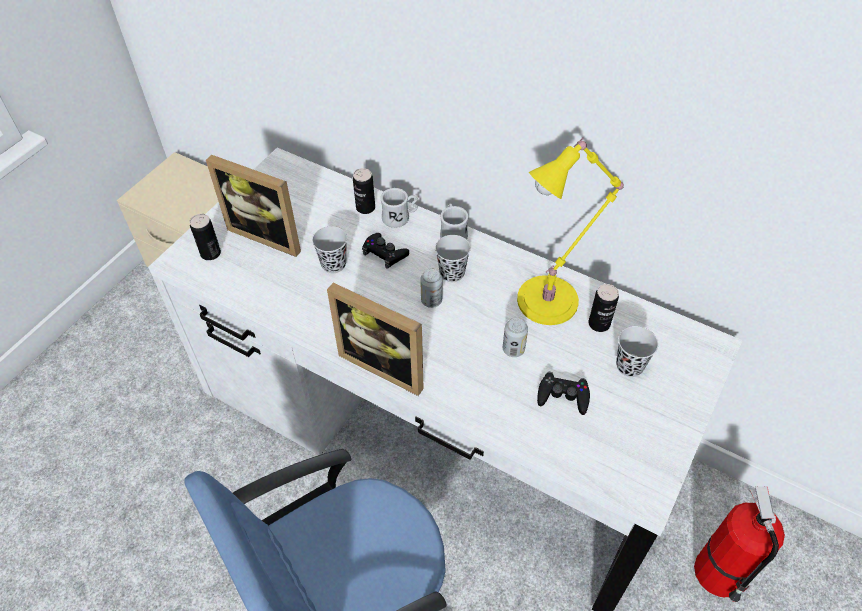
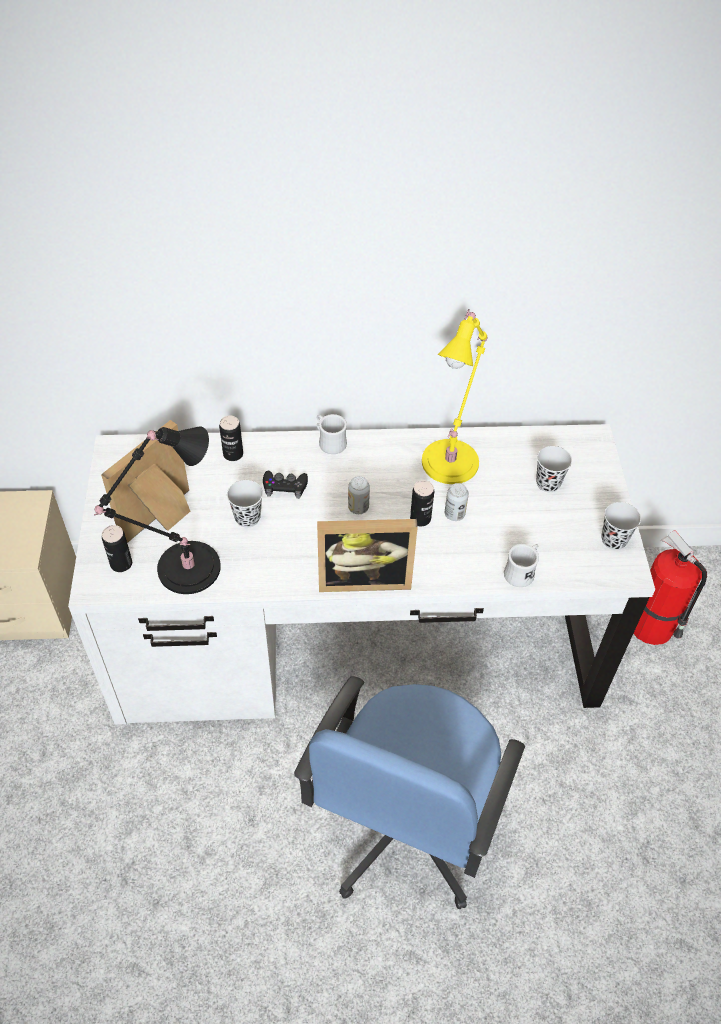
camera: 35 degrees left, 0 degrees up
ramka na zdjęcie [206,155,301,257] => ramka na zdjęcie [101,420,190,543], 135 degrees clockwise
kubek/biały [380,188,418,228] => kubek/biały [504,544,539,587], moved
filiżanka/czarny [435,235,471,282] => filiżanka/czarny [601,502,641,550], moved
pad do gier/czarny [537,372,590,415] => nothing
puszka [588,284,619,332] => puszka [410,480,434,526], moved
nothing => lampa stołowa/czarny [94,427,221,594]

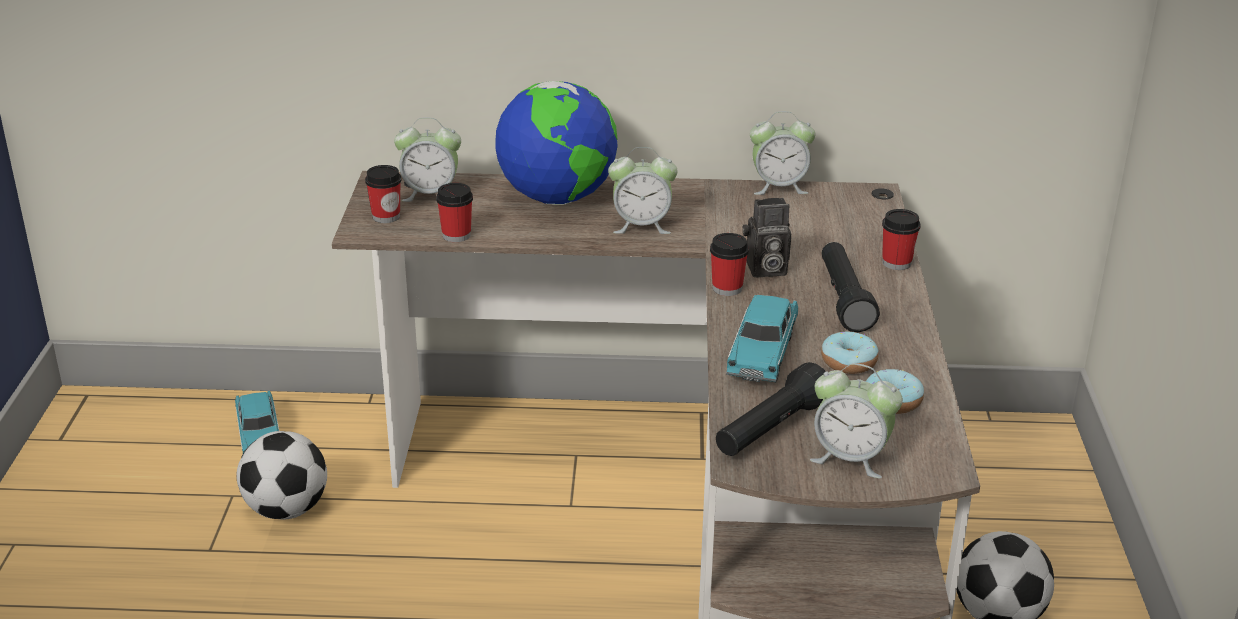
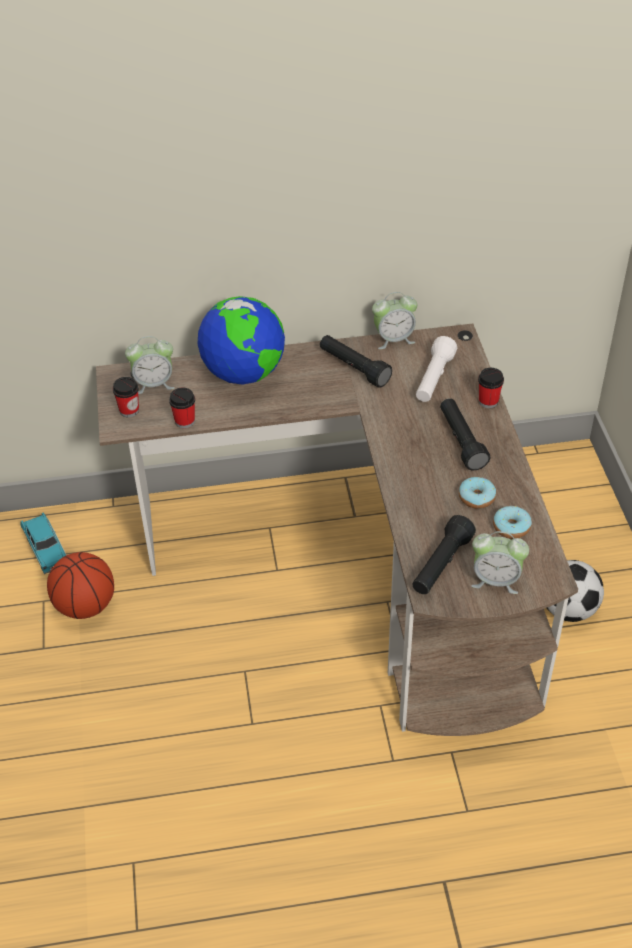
camera: 10 degrees left, 15 degrees up
piłka futbolowa [236,431,327,520] => piłka do koszykówki [47,552,114,619]
budzik [608,147,678,234] => nothing
filiżanka [710,233,749,296] => nothing
samochodzik/turkusowy [726,295,798,382] => nothing
aparat fotograficzny [743,198,791,277] => nothing
nothing => latarka/czarny [320,335,392,388]
nothing => latarka/biały [416,336,457,402]

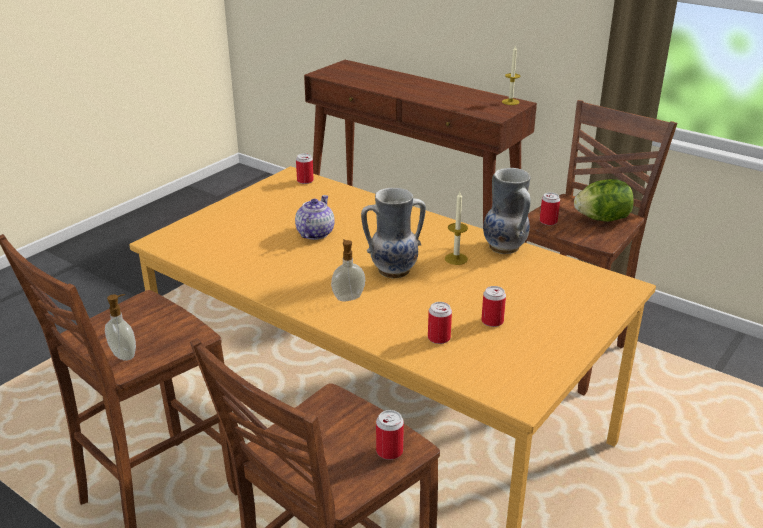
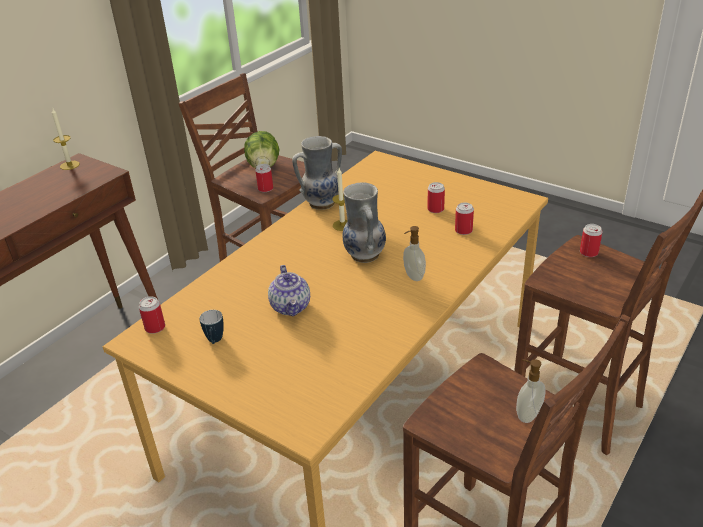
camera: 90 degrees left, 5 degrees up
imbryk [295,195,335,240] => imbryk [268,265,310,316], 120 degrees counterclockwise
nothing => kubek [199,310,224,344]

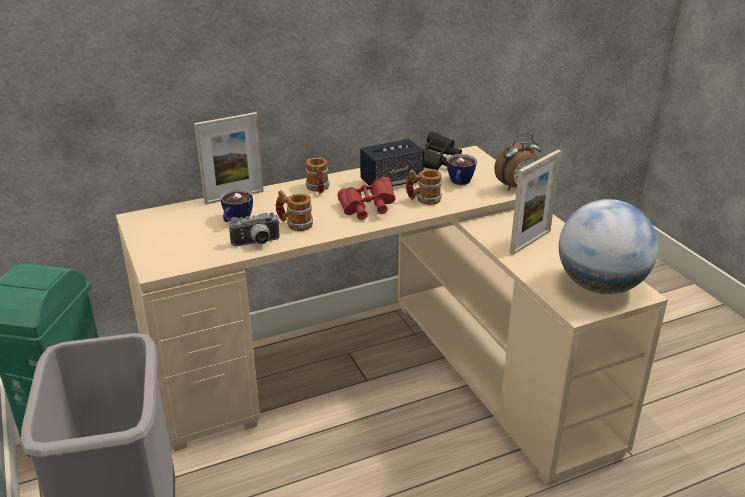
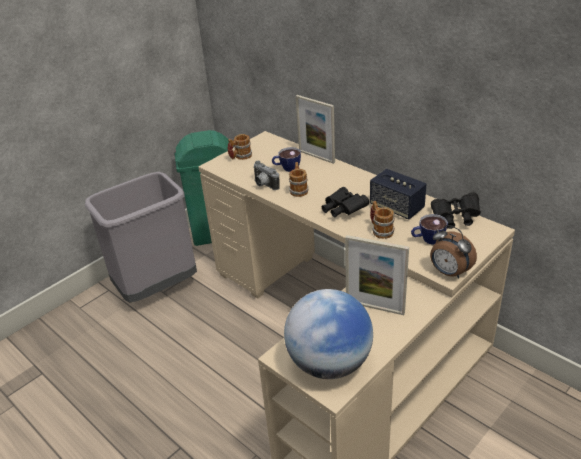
camera: 70 degrees right, 5 degrees up
kubek [306,157,330,194] => kubek [227,134,252,160], moved
lornetka/czerwony [337,177,395,220] => lornetka/czarny [322,187,369,218]

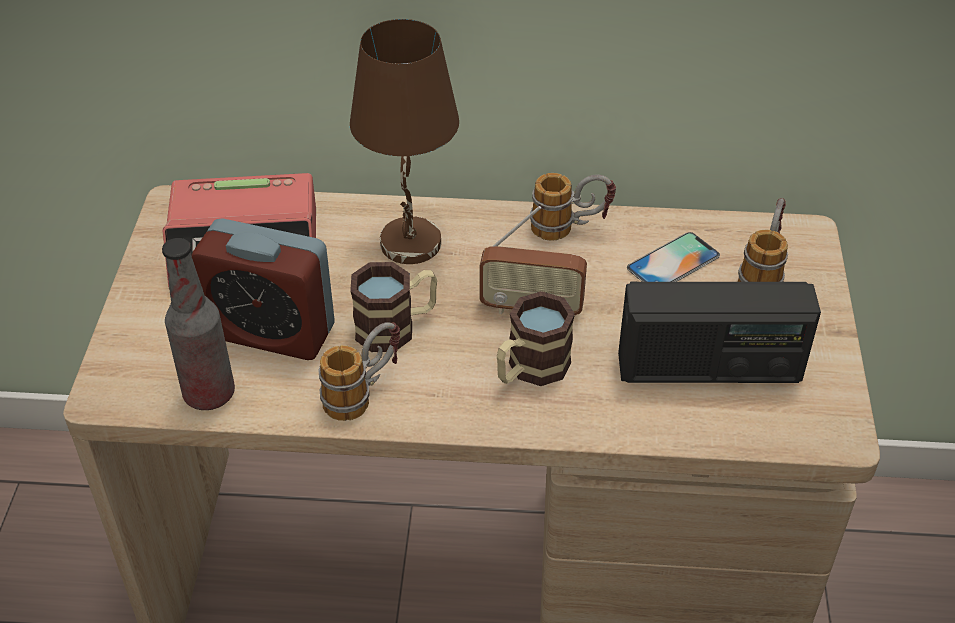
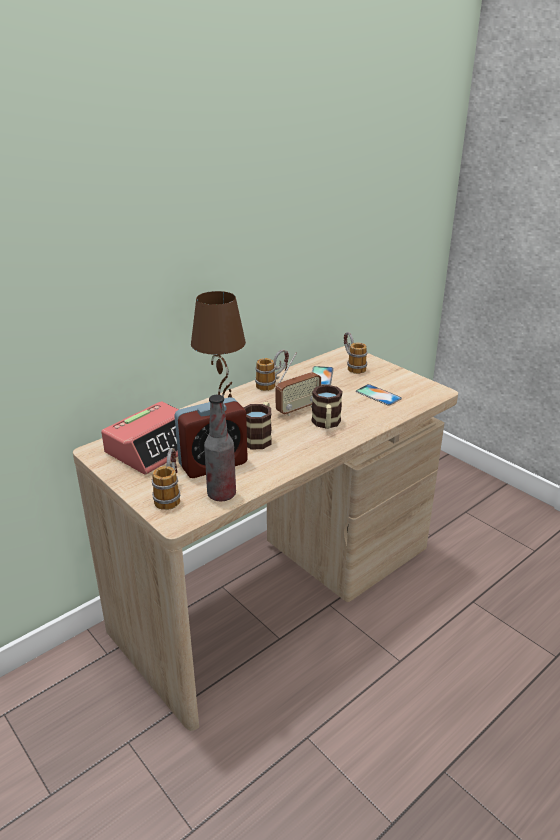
camera: 45 degrees left, 15 degrees down
kubek [318,322,400,421] => kubek [152,448,180,510], moved
radio [618,282,821,383] => telefon [356,384,402,406]

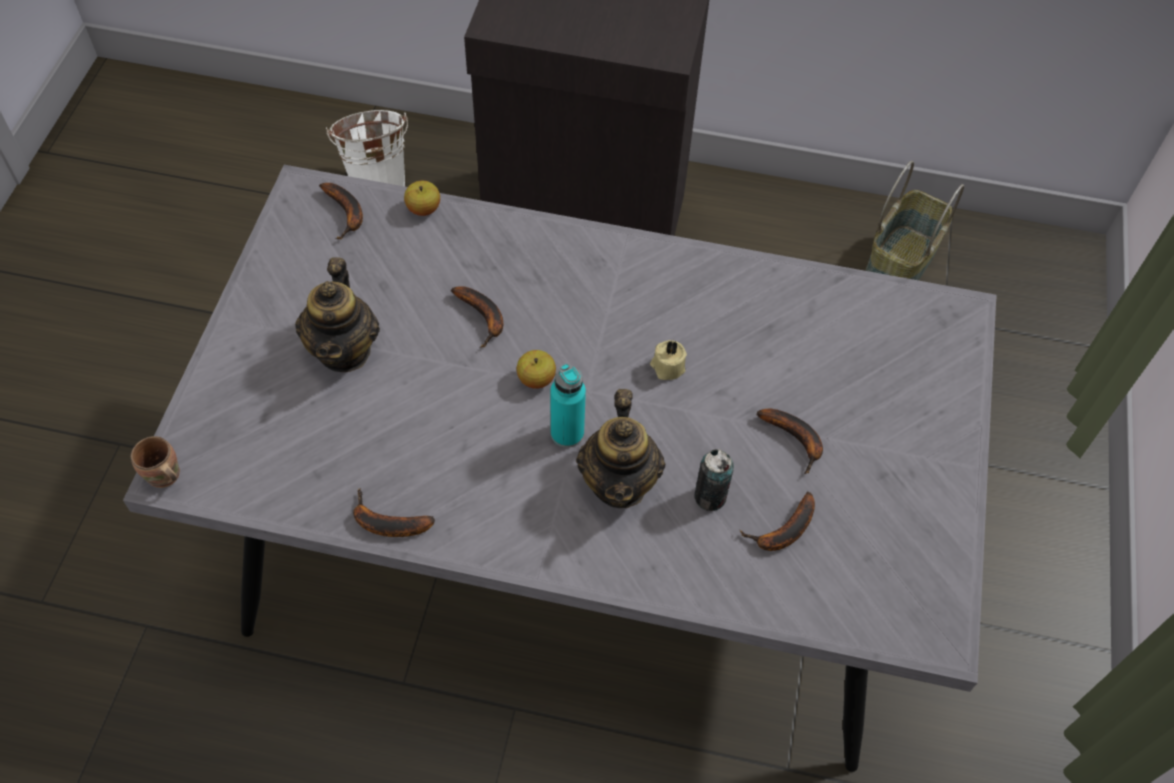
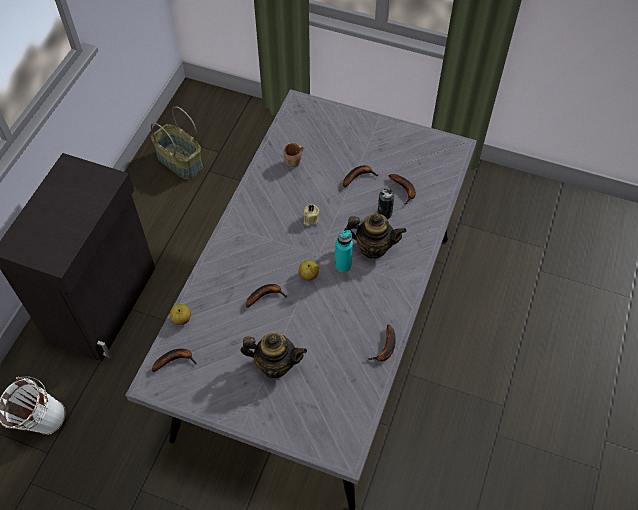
camera: 80 degrees left, 0 degrees up
kubek/brązowy [131,436,180,488] => kubek/brązowy [283,143,303,168], moved

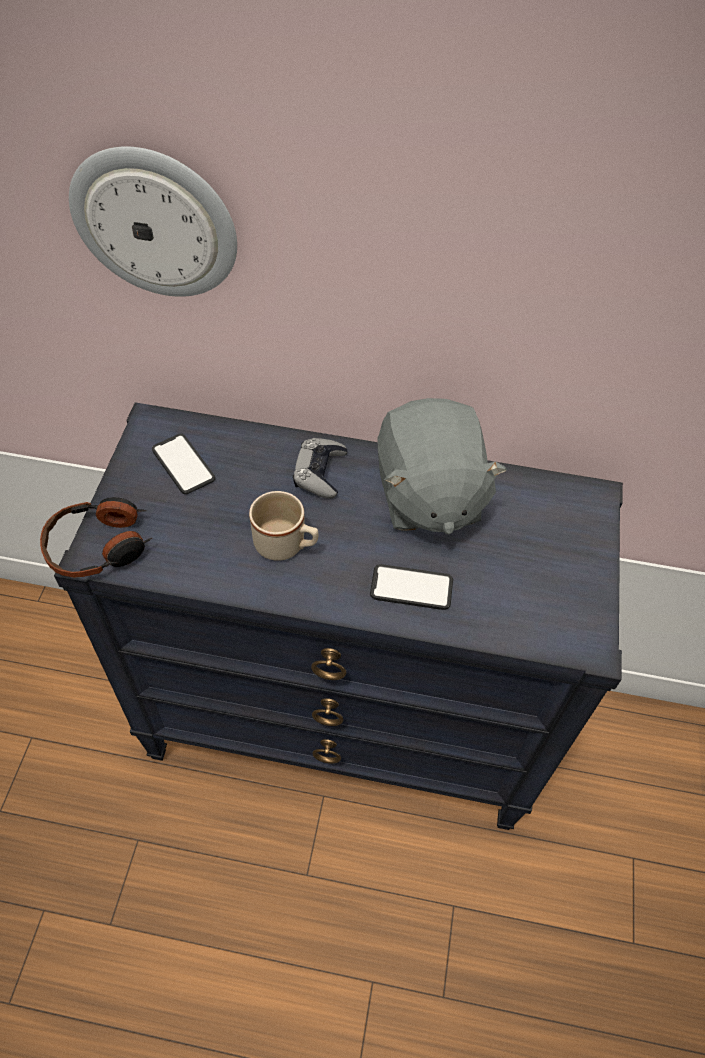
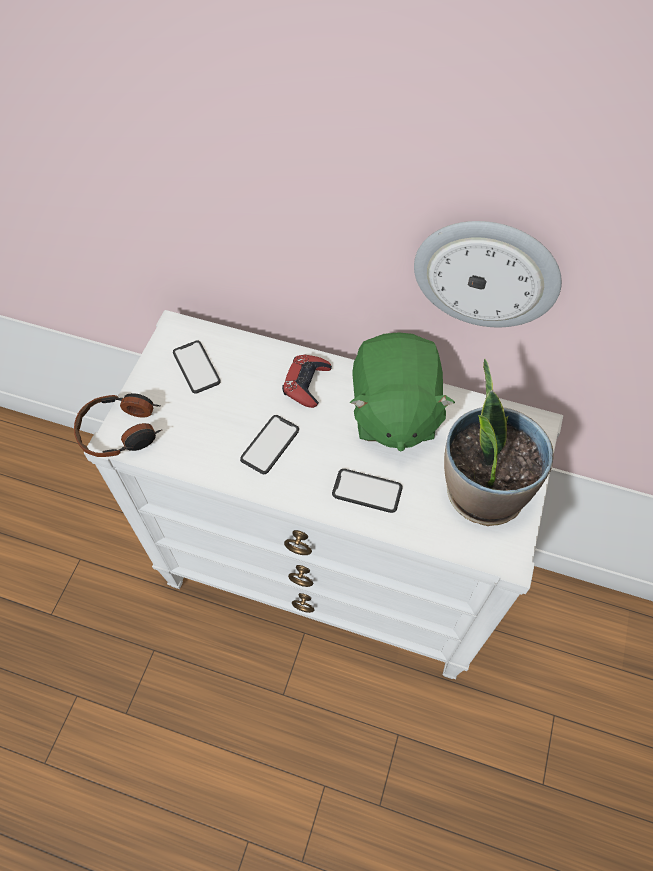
camera: 10 degrees right, 5 degrees up
komoda/czarny [54,402,623,830] => komoda/biały [84,310,563,679]
zegar ścienny [69,146,237,297] => zegar ścienny [414,221,562,327], moved
kubek/beżowy [249,491,318,561] => telefon [240,415,299,474]
pad do gier/szary [293,438,347,499] => pad do gier/czerwony [282,354,332,408]
pluszak/szary [378,398,507,535] => pluszak/zielony [350,332,455,452]
nothing => roślina doniczkowa [444,359,554,526]

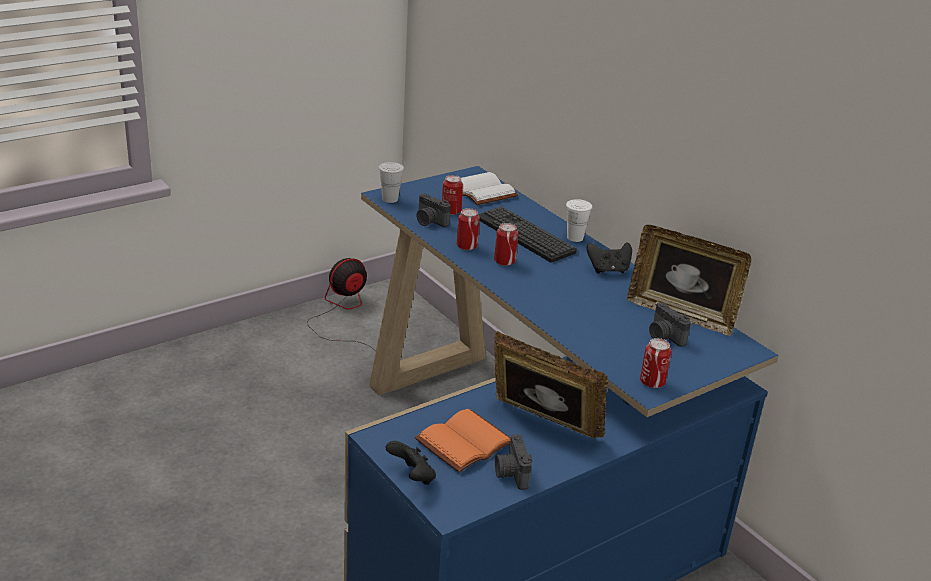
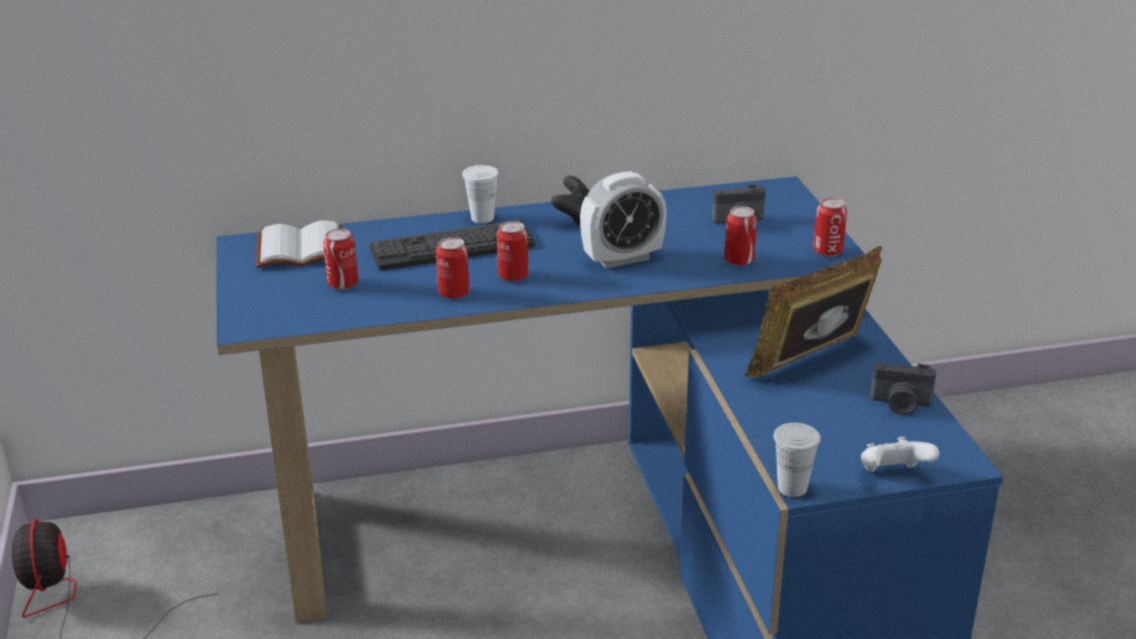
camera: 65 degrees left, 0 degrees up
filiżanka/biały [379,162,404,203] => filiżanka/biały [774,423,821,497], moved
pad do gier/czarny [385,441,436,485] => pad do gier/biały [861,437,939,472]
książka/pomarańczowy [415,409,511,473] => nothing
aparat fotograficzny [416,193,451,227] => nothing
ramka na zdjęcie [627,225,751,336] => nothing
nothing => budzik [580,171,667,269]
nothing => puszka [724,206,757,266]

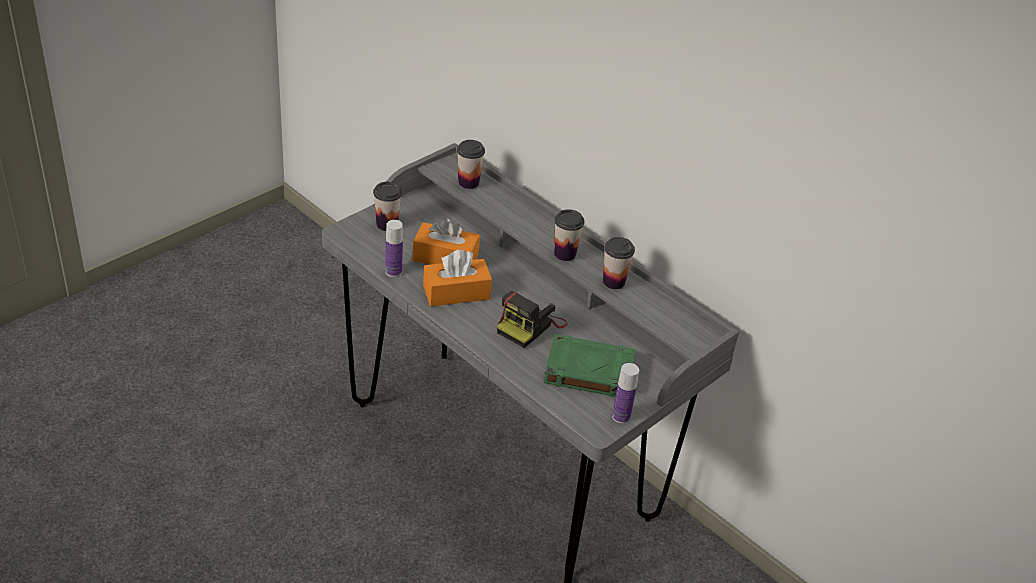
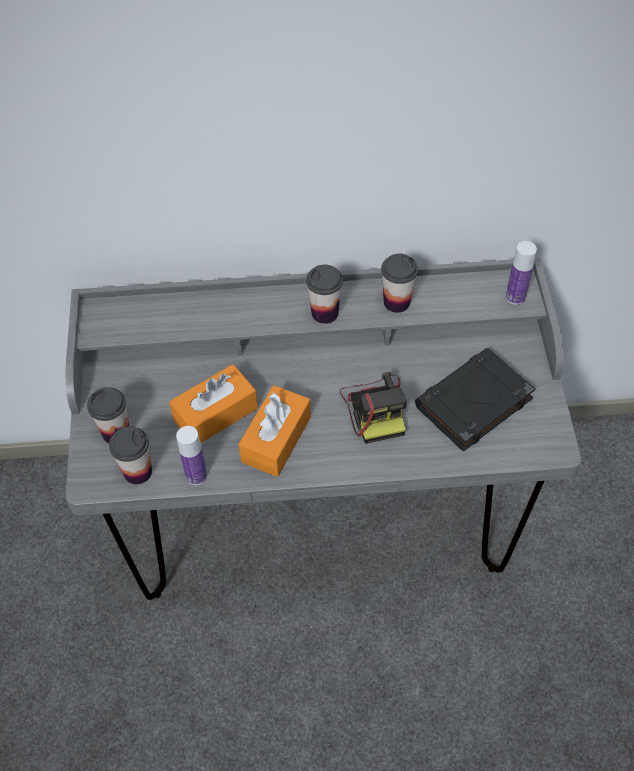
camera: 45 degrees left, 15 degrees up
filiżanka [457,140,485,189] => filiżanka [109,427,152,485], moved
książka/zielony [544,334,636,397] => książka/czarny [415,348,535,452]
butelka [612,363,639,424] => butelka [506,241,537,305], moved

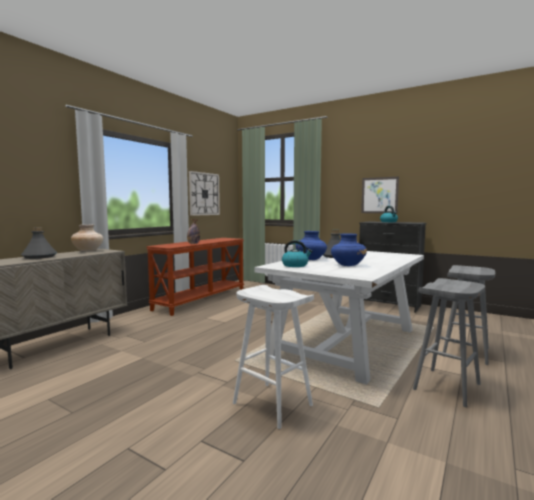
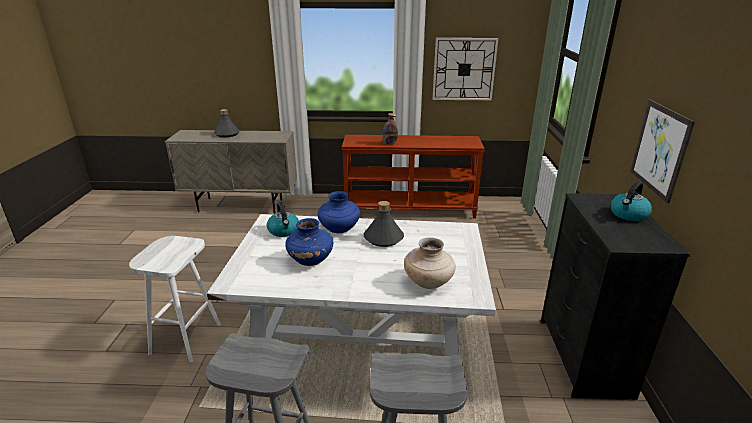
camera: 60 degrees right, 20 degrees up
wazon/beżowy [71,225,103,251] => wazon/beżowy [404,237,456,289], moved

